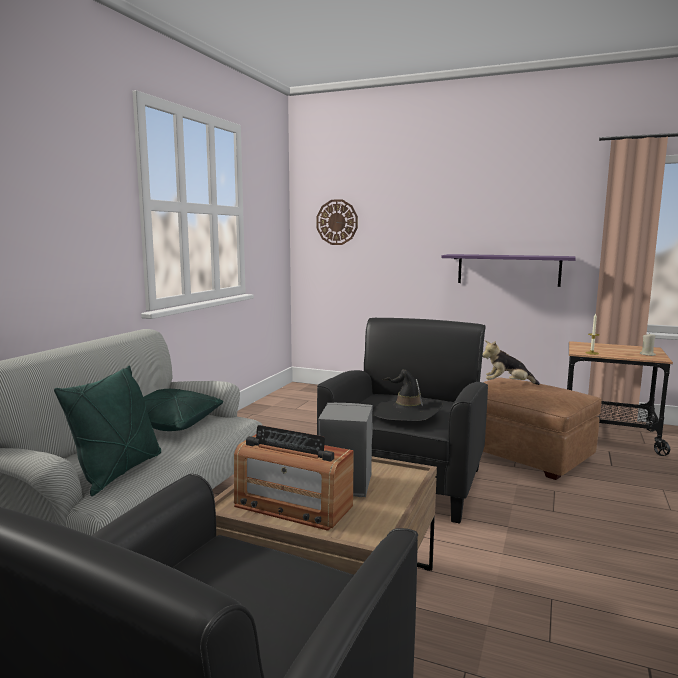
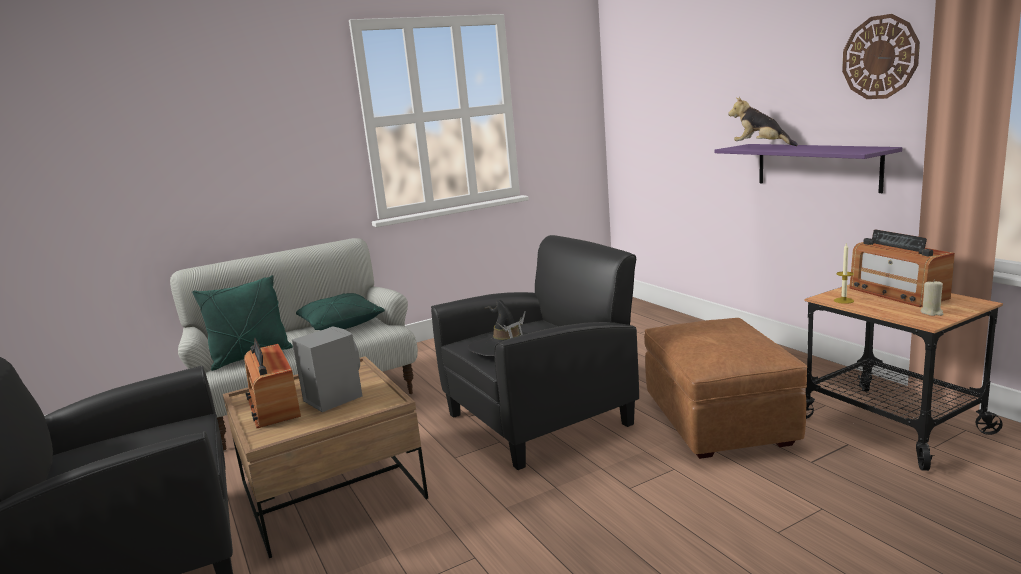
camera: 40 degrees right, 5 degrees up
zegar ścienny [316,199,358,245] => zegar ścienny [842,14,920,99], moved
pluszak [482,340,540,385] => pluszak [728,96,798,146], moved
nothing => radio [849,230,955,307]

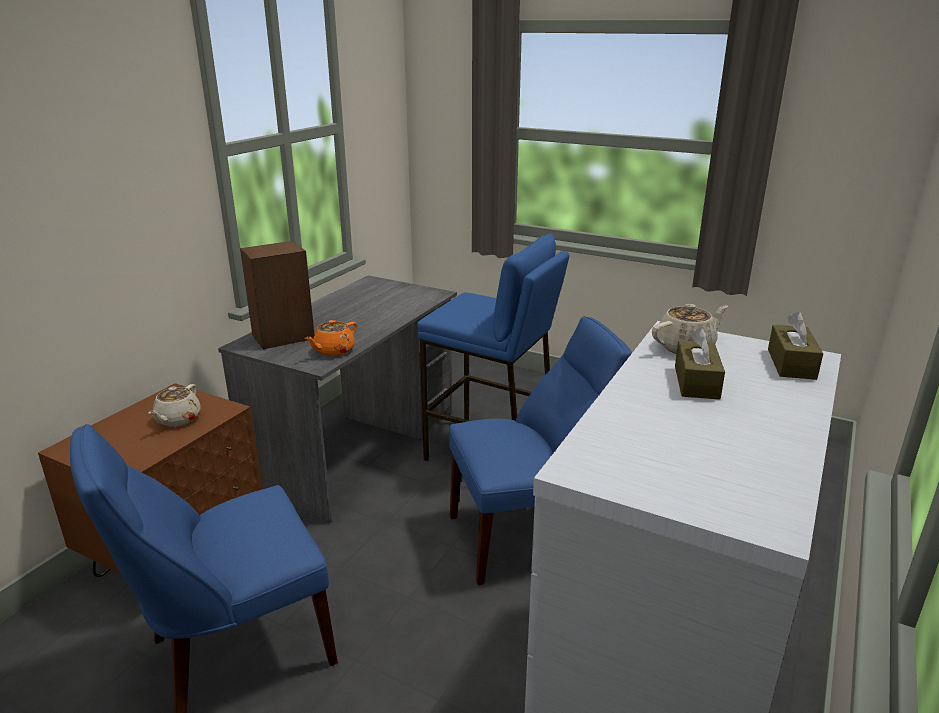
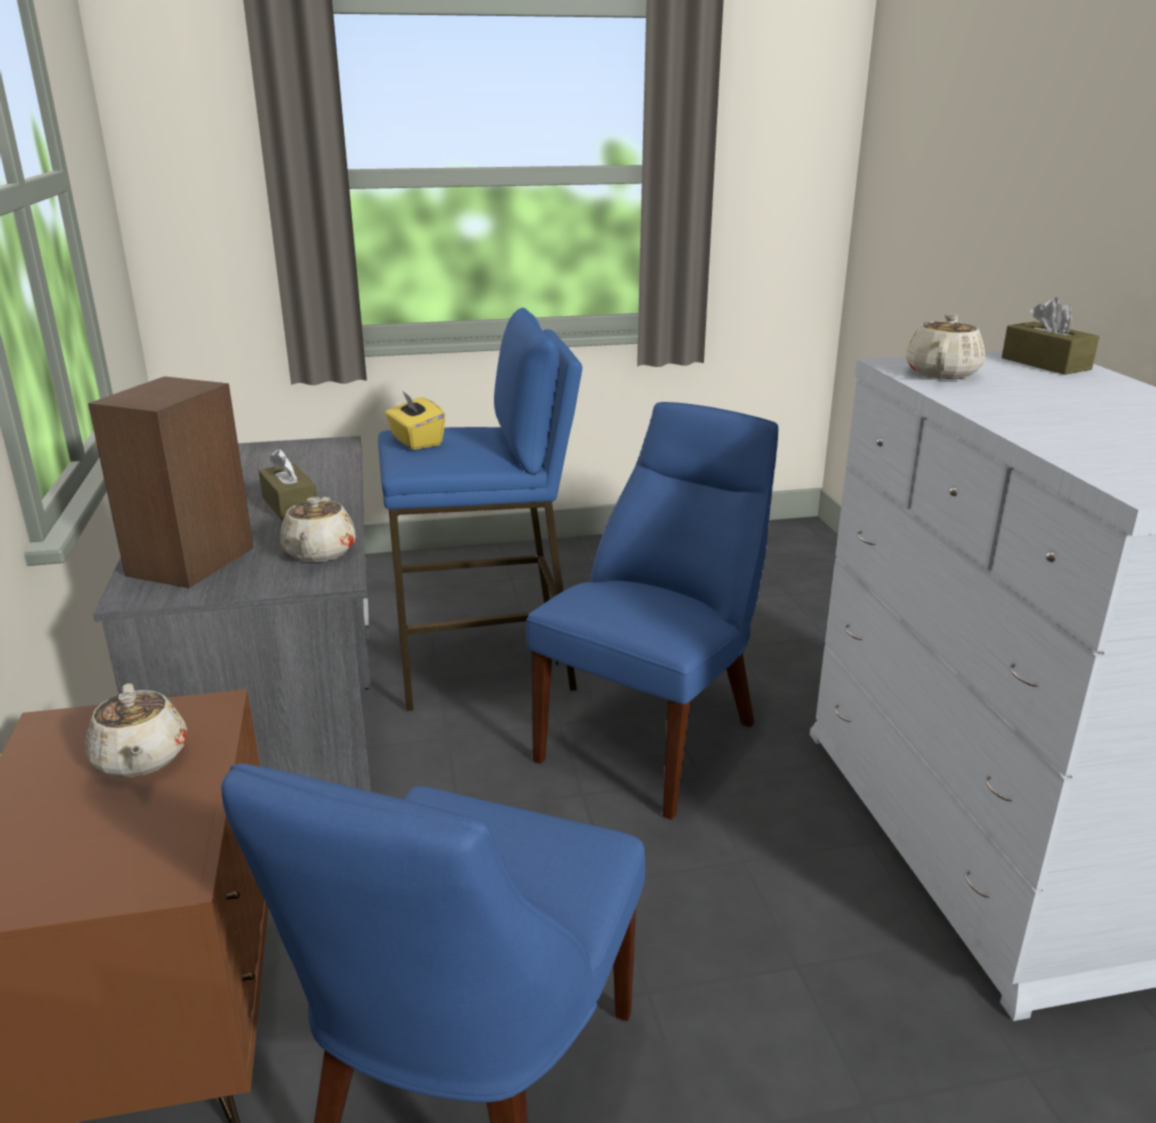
camera: 40 degrees left, 0 degrees up
imbryk/pomarańczowy [305,320,357,356] => imbryk/beżowy [280,497,356,562]
pudełko chusteczek/brązowy [675,327,725,399] => pudełko chusteczek/brązowy [258,448,317,520], moved
nothing => pudełko chusteczek/żółty [385,390,445,450]

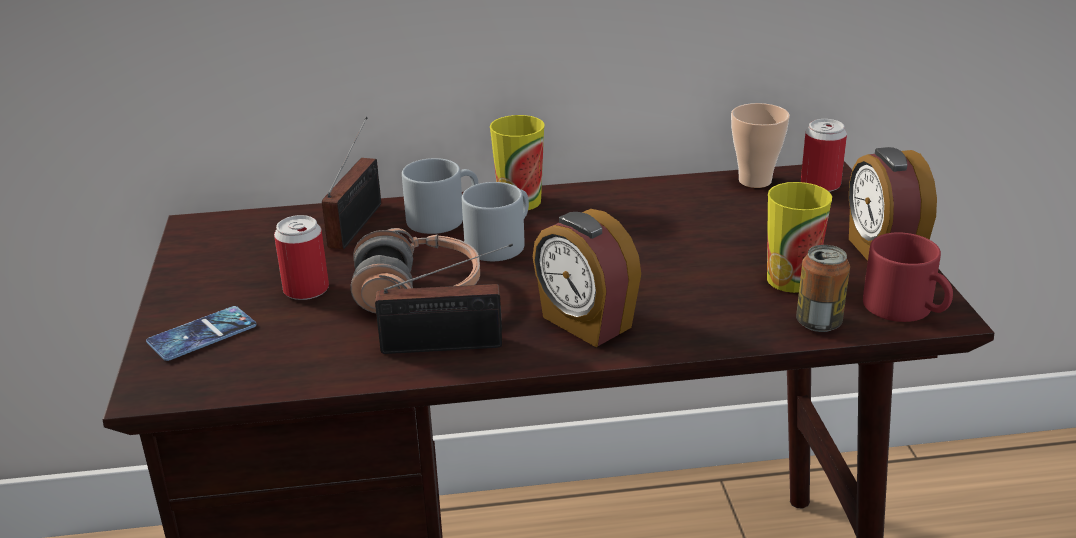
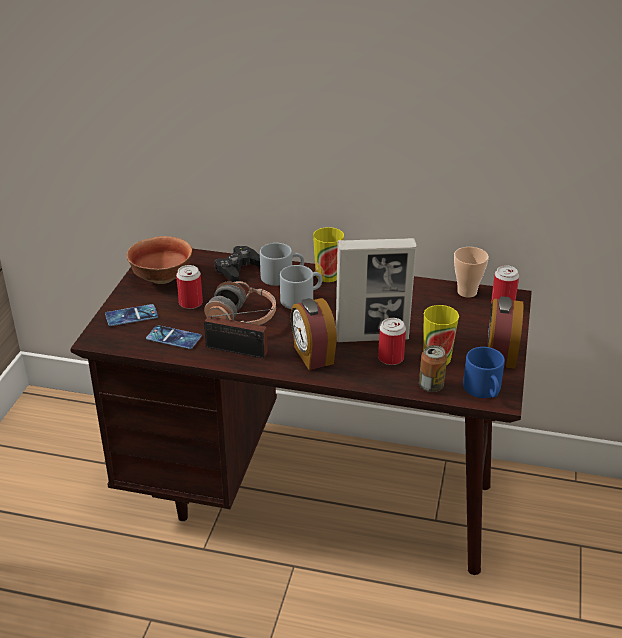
camera: 20 degrees right, 5 degrees up
radio [322,117,381,249] => pad do gier/czarny [215,246,260,282]
kubek/czerwony [863,232,953,322] => kubek/niebieski [463,347,505,398]
nothing => miska [127,236,192,284]
nothing => telefon [146,325,202,349]
nothing => ramka na zdjęcie [336,238,417,342]
nothing => puszka [378,318,406,365]

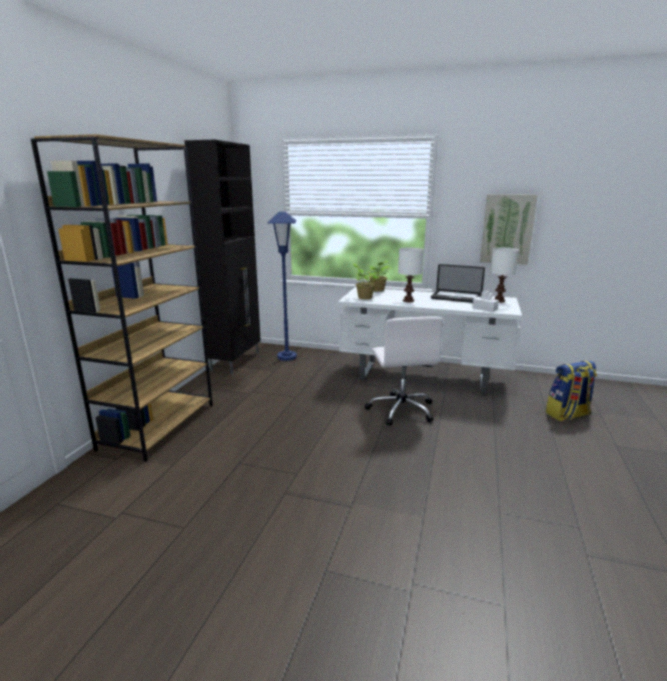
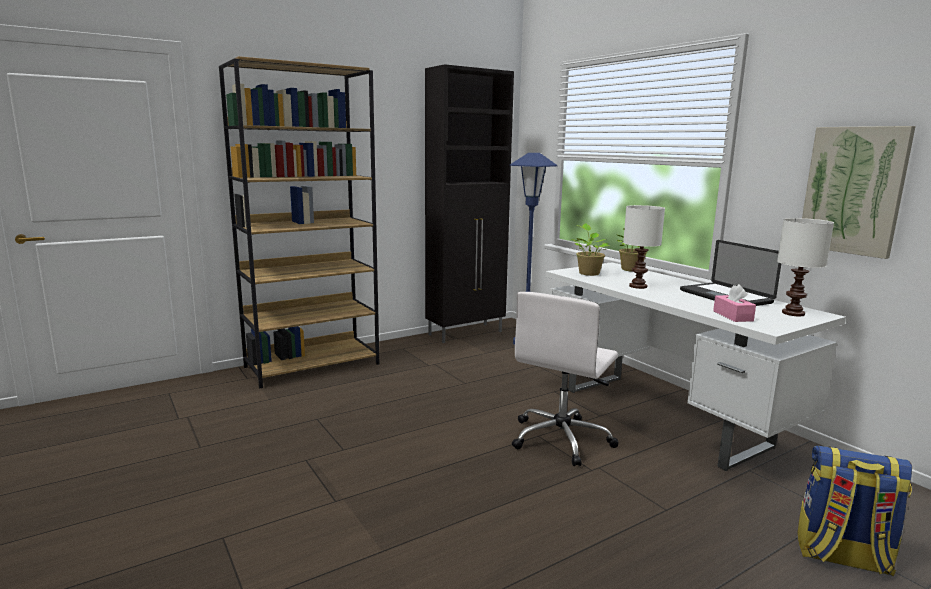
camera: 40 degrees right, 5 degrees down
pudełko chusteczek/biały [472,290,499,312] => pudełko chusteczek/różowy [713,284,756,322]

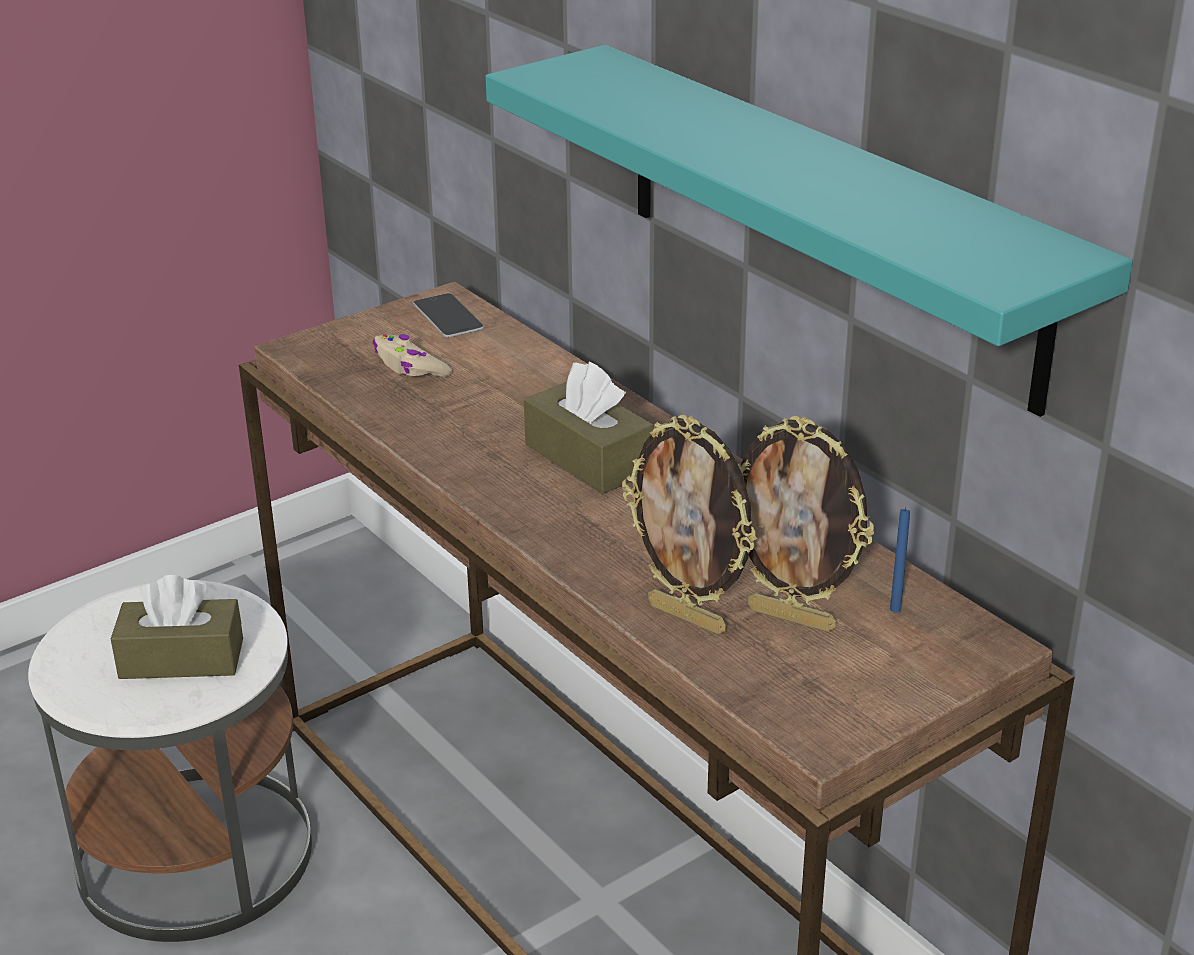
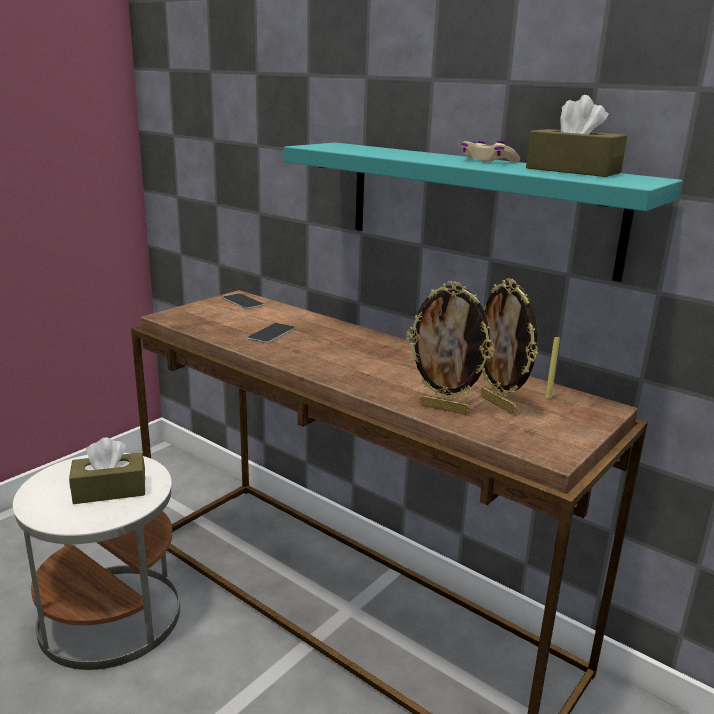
camera: 15 degrees left, 10 degrees down
pad do gier/beżowy [373,334,452,377] => pad do gier/beżowy [461,141,520,163], moved
pudełko chusteczek/brązowy [524,362,654,494] => pudełko chusteczek/brązowy [526,95,627,177], moved
ramka na zdjęcie [738,416,875,632] => ramka na zdjęcie [481,278,538,414], 45 degrees clockwise
świeca/niebieski [890,507,910,613] => świeca/żółty [545,335,560,399]
nothing => telefon [247,323,295,343]

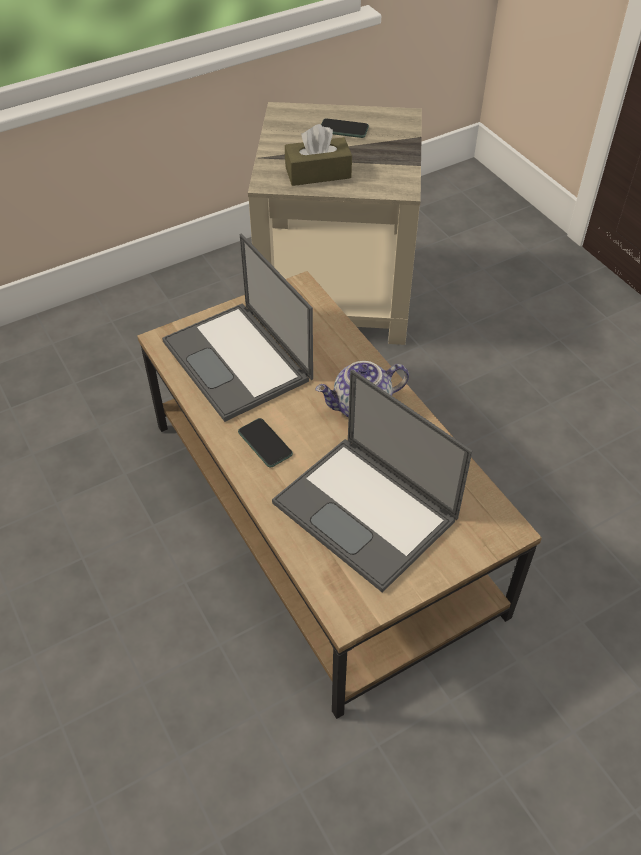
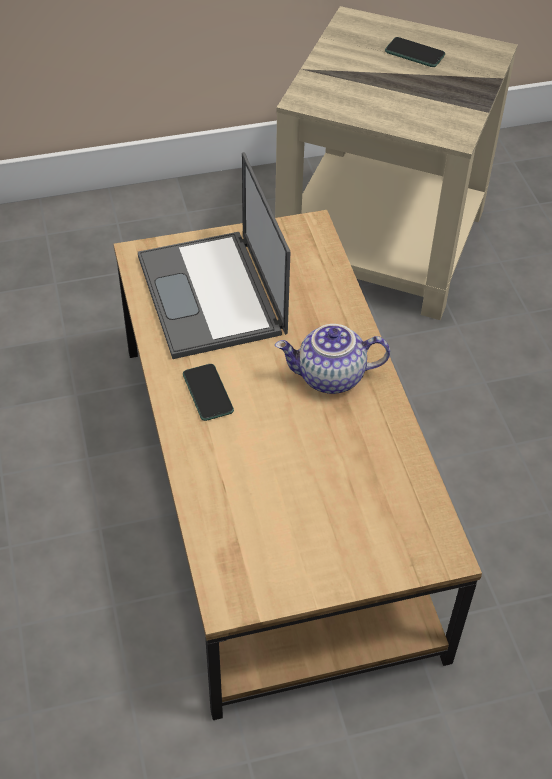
camera: 15 degrees right, 0 degrees up
laptop [272,369,472,593] => nothing
pudełko chusteczek/brązowy [285,124,352,186] => nothing

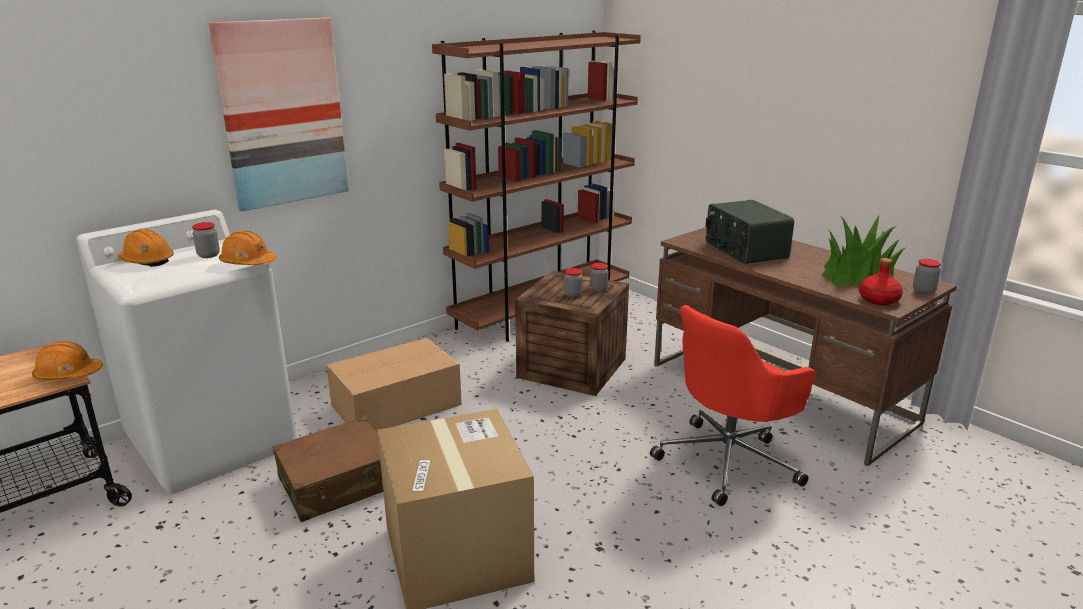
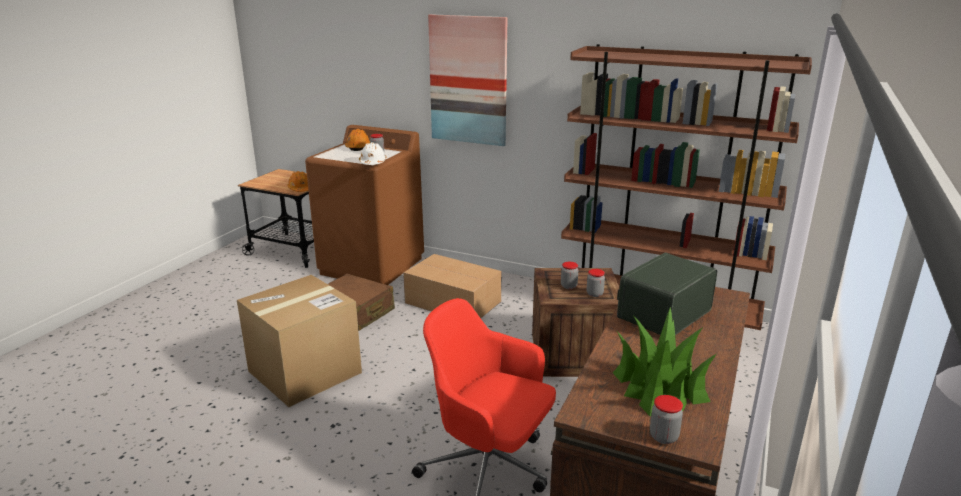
camera: 65 degrees right, 0 degrees up
pralka/biały [76,210,297,495] => pralka/brązowy [305,125,424,285]
kask/pomarańczowy [219,231,277,265] => kask/biały [359,142,386,165]
butelka/czerwony [859,258,903,305] => nothing

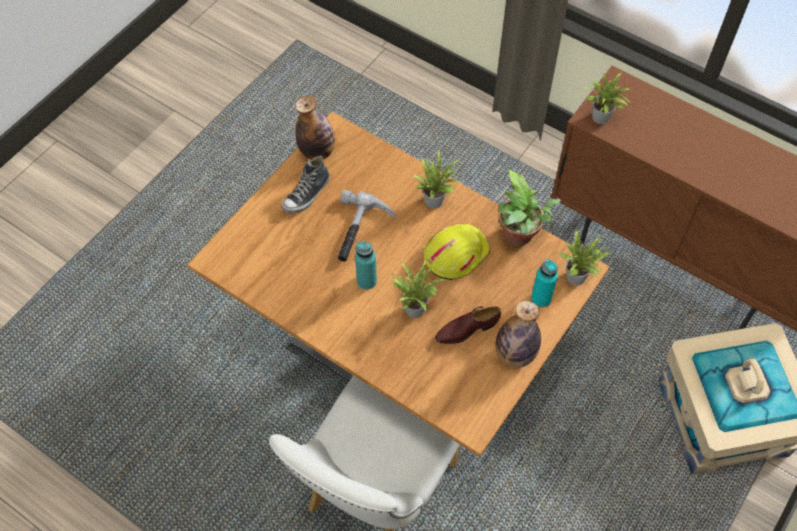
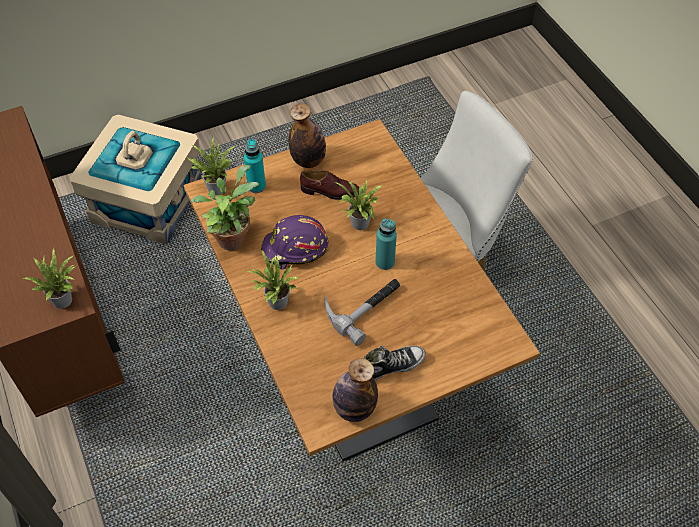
camera: 150 degrees left, 5 degrees down
kask/żółty [424,223,490,280] => kask/fioletowy [261,215,328,269]

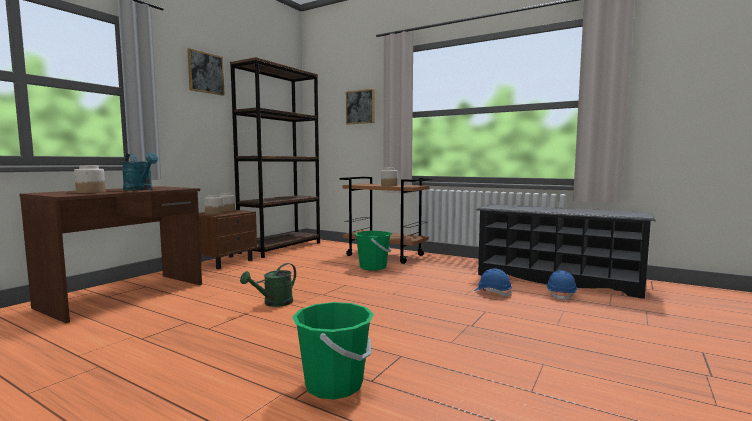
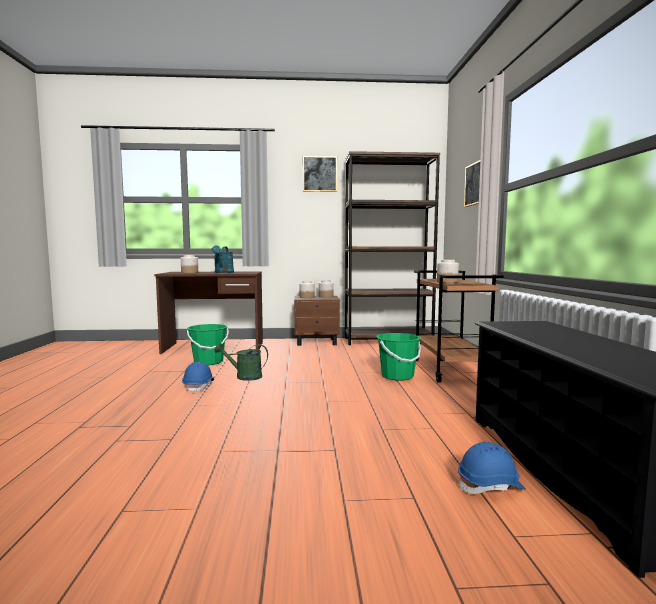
camera: 55 degrees right, 0 degrees up
wiadro/zielony [292,302,374,399] => wiadro/zielony [187,324,229,366], moved
kask/niebieski [474,268,512,297] => kask/niebieski [182,362,214,393], moved

